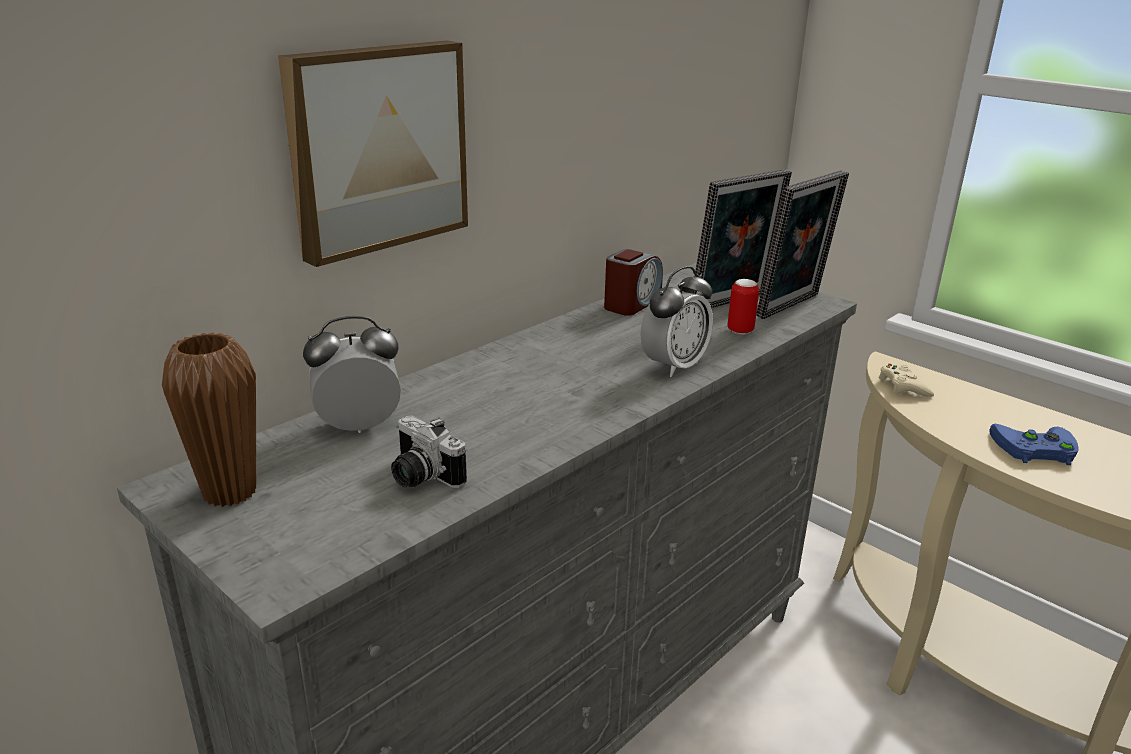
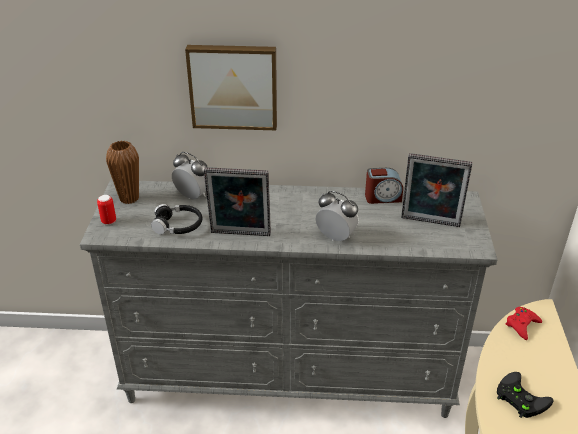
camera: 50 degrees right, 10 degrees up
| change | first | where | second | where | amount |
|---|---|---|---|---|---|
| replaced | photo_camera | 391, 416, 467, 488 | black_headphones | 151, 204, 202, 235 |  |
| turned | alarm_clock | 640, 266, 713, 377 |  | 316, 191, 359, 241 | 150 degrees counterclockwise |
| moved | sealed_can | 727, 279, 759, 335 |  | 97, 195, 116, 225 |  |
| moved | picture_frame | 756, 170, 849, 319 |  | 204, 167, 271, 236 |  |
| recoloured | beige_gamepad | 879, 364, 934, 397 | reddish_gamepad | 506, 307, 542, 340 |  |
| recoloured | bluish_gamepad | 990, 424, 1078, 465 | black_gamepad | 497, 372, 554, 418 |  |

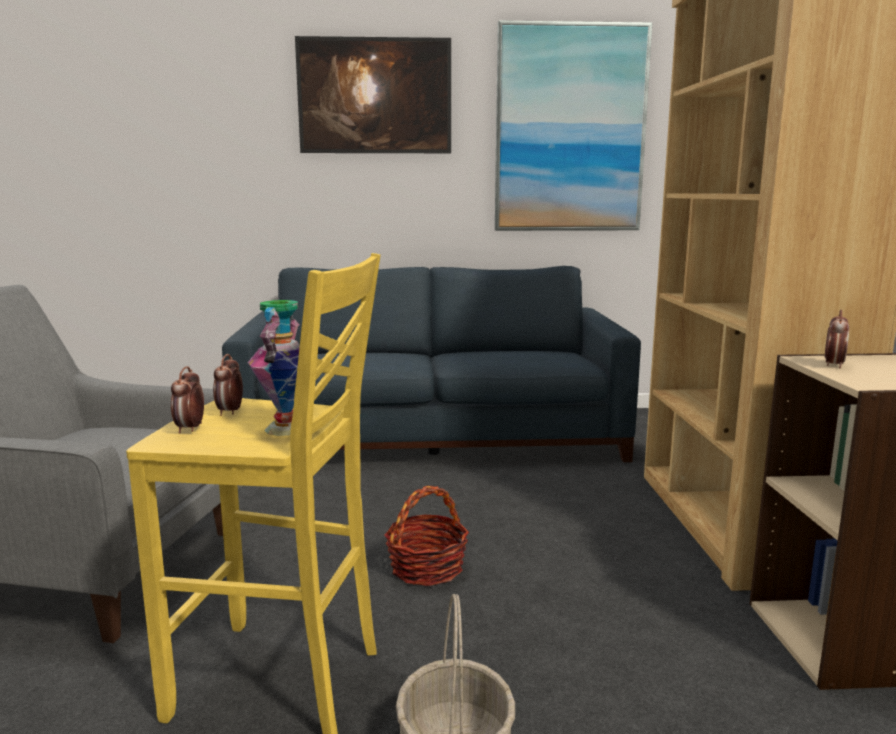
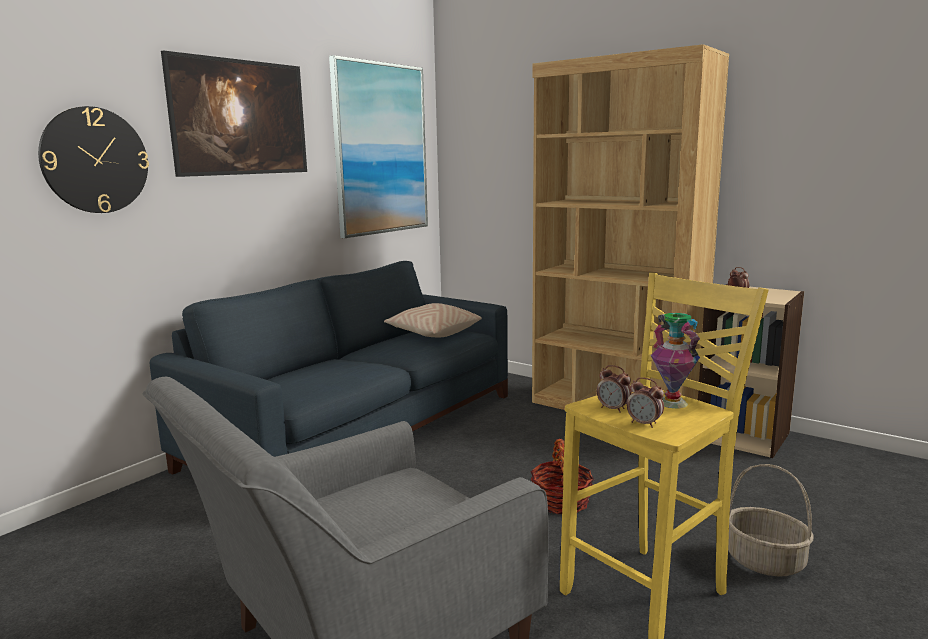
camera: 50 degrees left, 0 degrees up
| change | first | where | second | where | amount |
|---|---|---|---|---|---|
| added |  |  | hanging_clock | 38, 106, 149, 213 |  |
| added |  |  | beige_throw_pillow | 384, 303, 482, 337 |  |

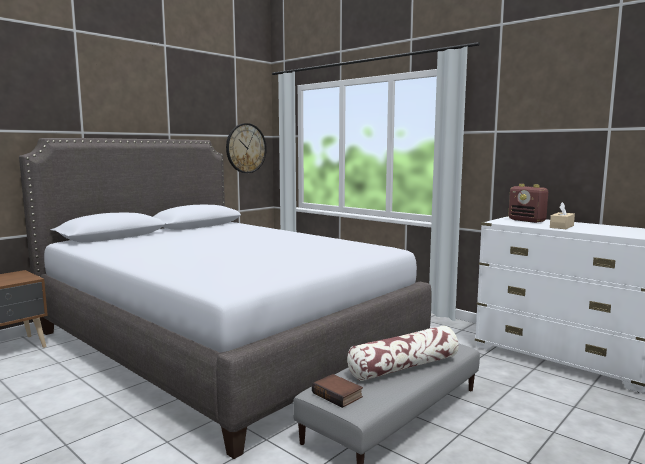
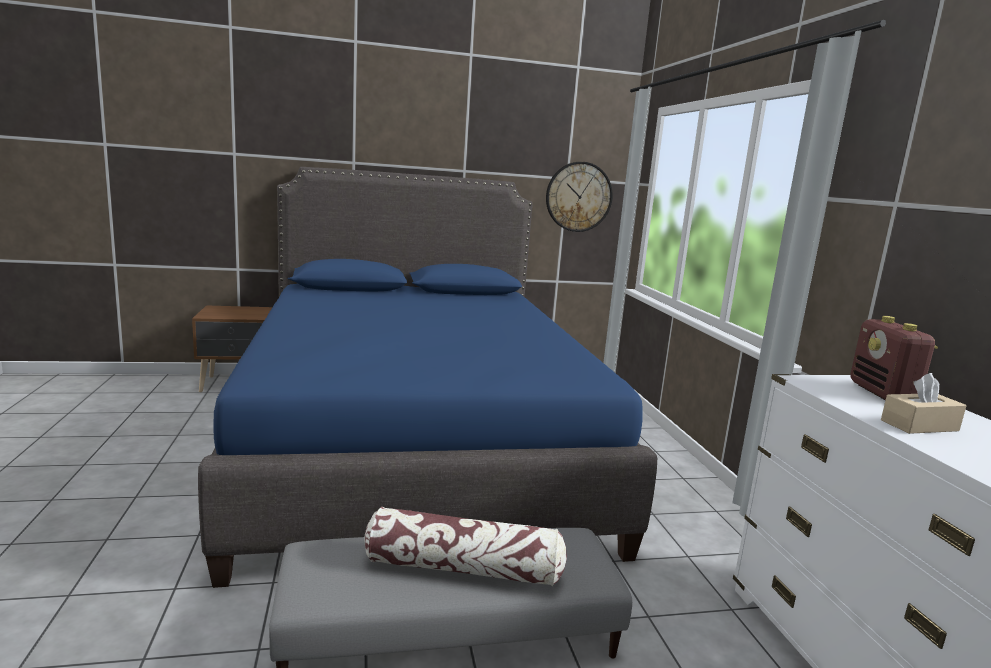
camera: 35 degrees right, 5 degrees up
| change | first | where | second | where | amount |
|---|---|---|---|---|---|
| recoloured | gray_bedroom_bed | 19, 138, 432, 459 | bluish_bedroom_bed | 198, 167, 657, 588 |  |
| removed | book | 312, 374, 363, 408 |  |  |  |

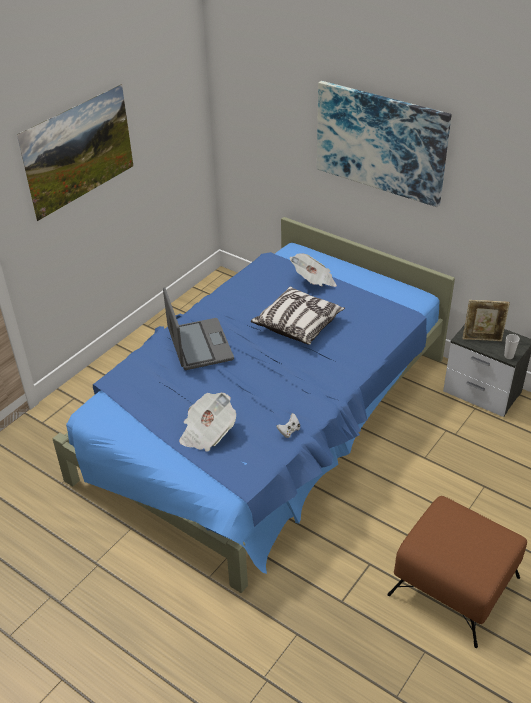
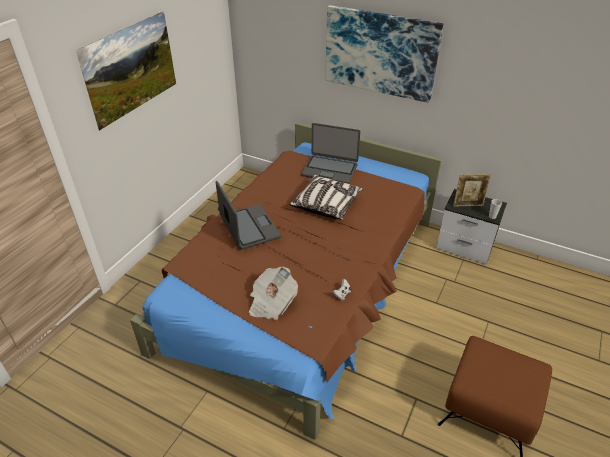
camera: 10 degrees left, 0 degrees up
| change | first | where | second | where | amount |
|---|---|---|---|---|---|
| recoloured | bluish_bedroom_bed | 52, 217, 455, 593 | brown-coloured_bedroom_bed | 130, 122, 442, 440 |  |
| replaced | printed_paper | 290, 253, 337, 287 | portable_computer | 301, 123, 360, 184 |  |

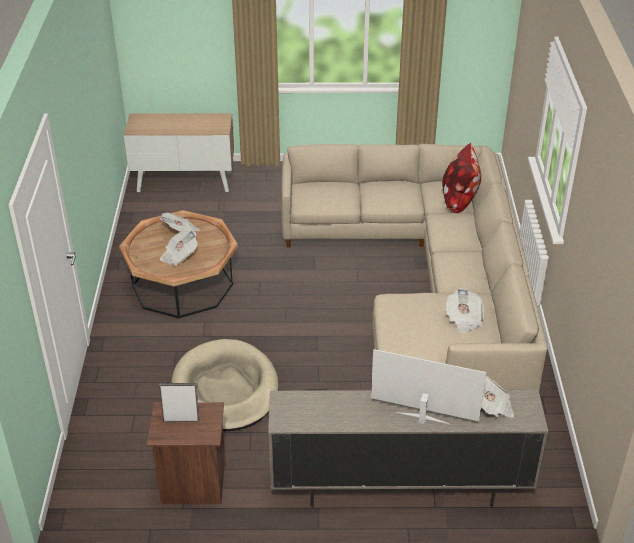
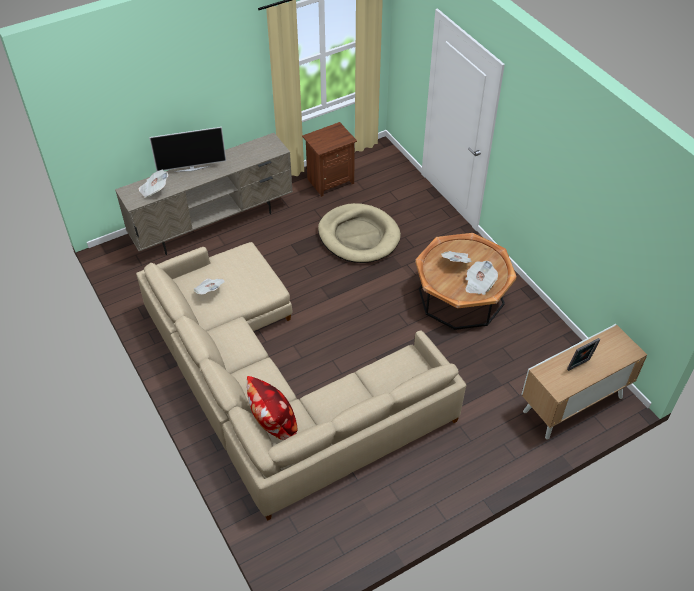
camera: 150 degrees right, 10 degrees up
| change | first | where | second | where | amount |
|---|---|---|---|---|---|
| moved | picture_frame | 159, 383, 199, 422 |  | 567, 338, 600, 371 |  |

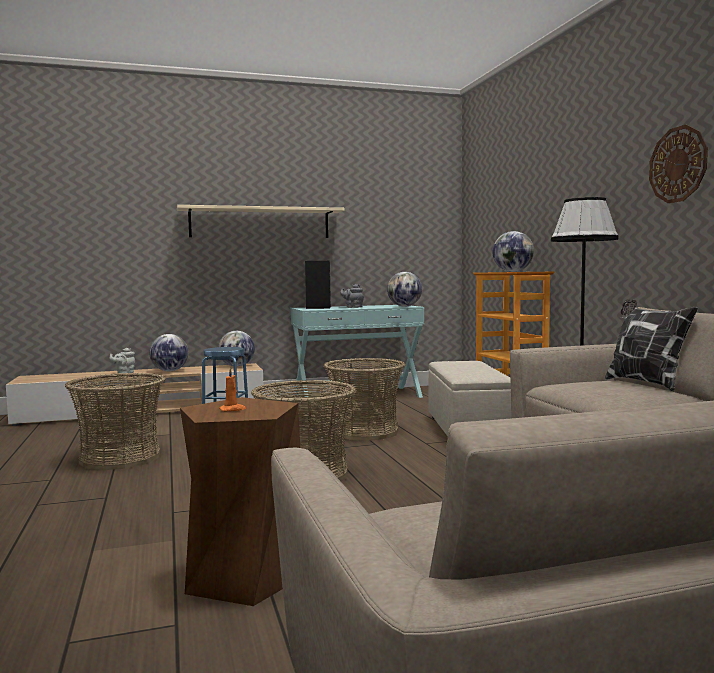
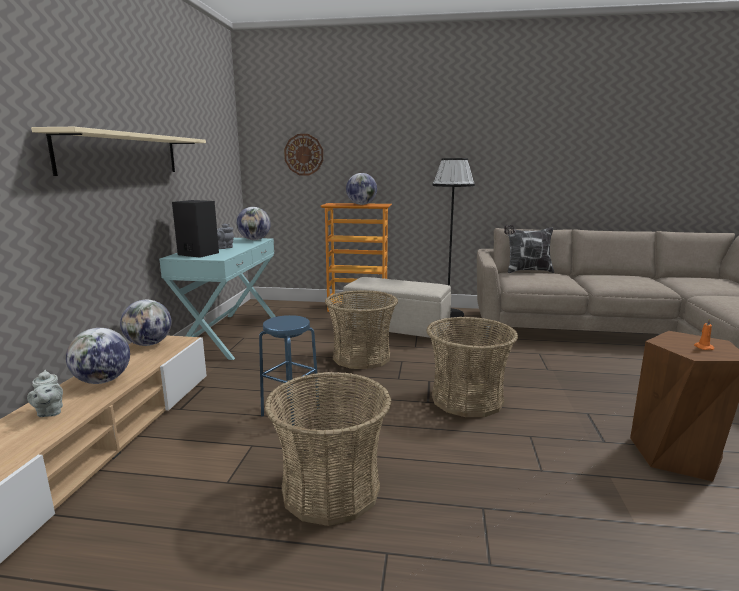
camera: 65 degrees left, 10 degrees up
| change | first | where | second | where | amount |
|---|---|---|---|---|---|
| moved | hanging_clock | 649, 125, 708, 203 |  | 284, 134, 323, 175 |  |

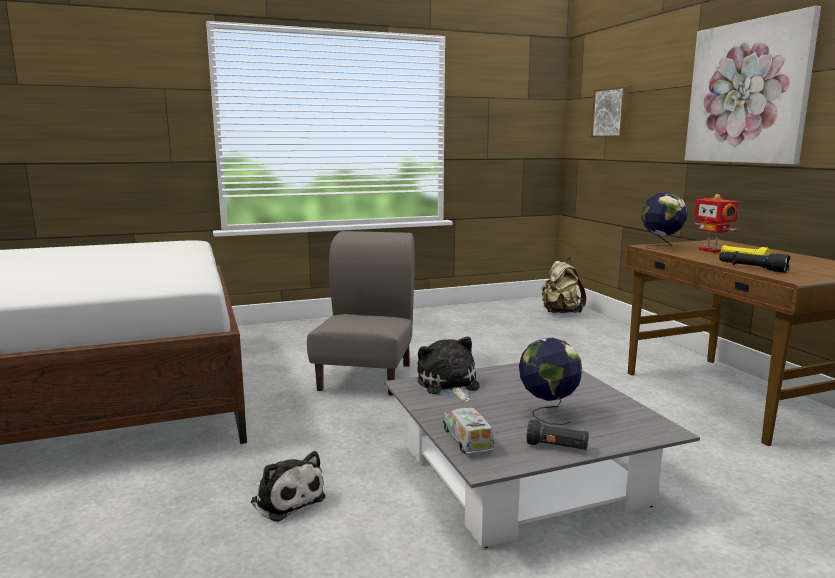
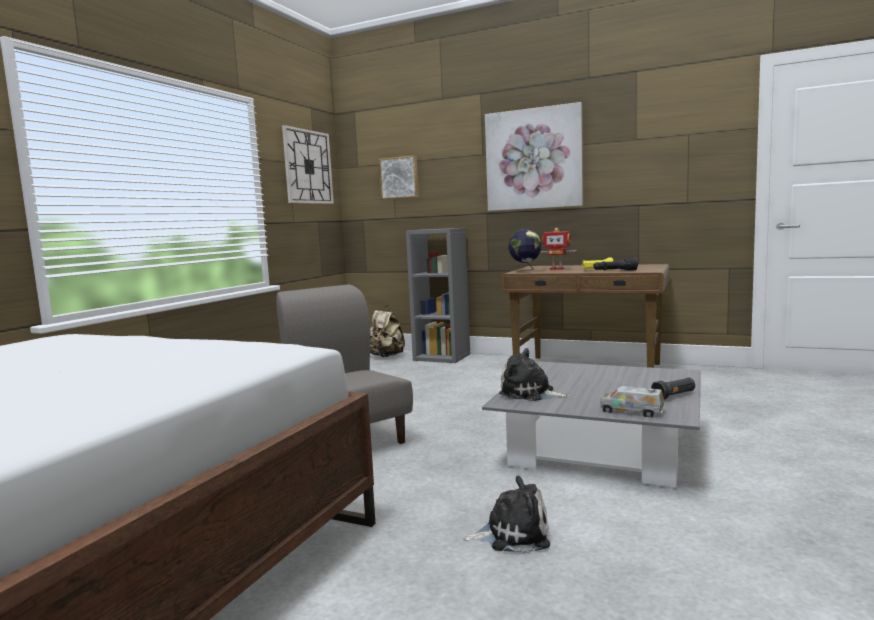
camera: 45 degrees left, 5 degrees down
| change | first | where | second | where | amount |
|---|---|---|---|---|---|
| removed | desk_globe | 519, 338, 583, 425 |  |  |  |
| added |  |  | hanging_clock | 282, 125, 334, 204 |  |
| added |  |  | gray_bookcase | 406, 228, 470, 363 |  |

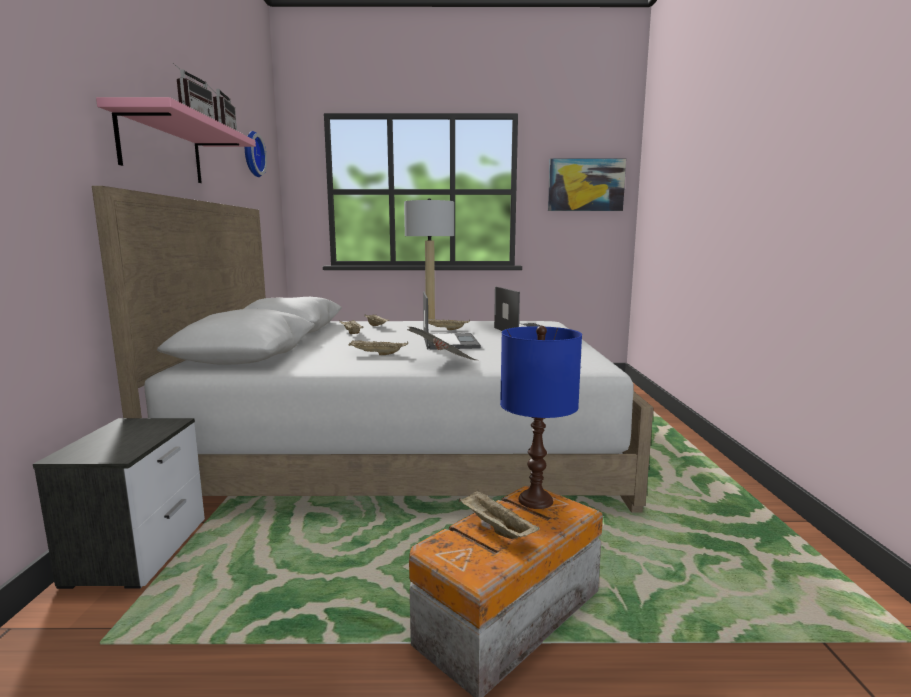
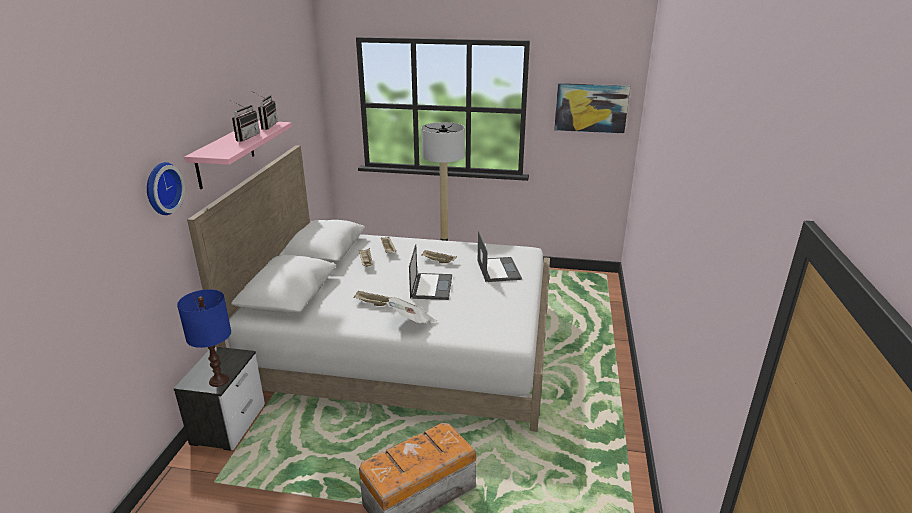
camera: 10 degrees right, 15 degrees up
| change | first | where | second | where | amount |
|---|---|---|---|---|---|
| moved | hanging_clock | 245, 131, 267, 177 |  | 147, 162, 185, 215 |  |
| removed | beige_serving_tray | 459, 490, 540, 539 |  |  |  |
| moved | bluish_table_lamp | 500, 326, 582, 509 |  | 177, 289, 231, 387 |  |

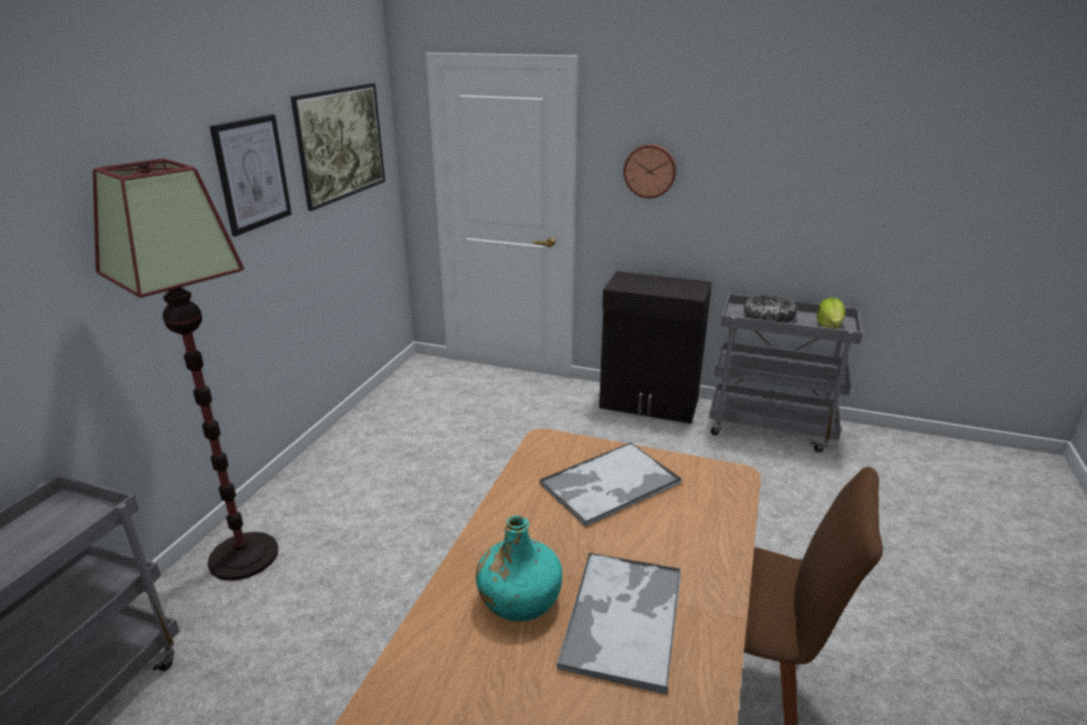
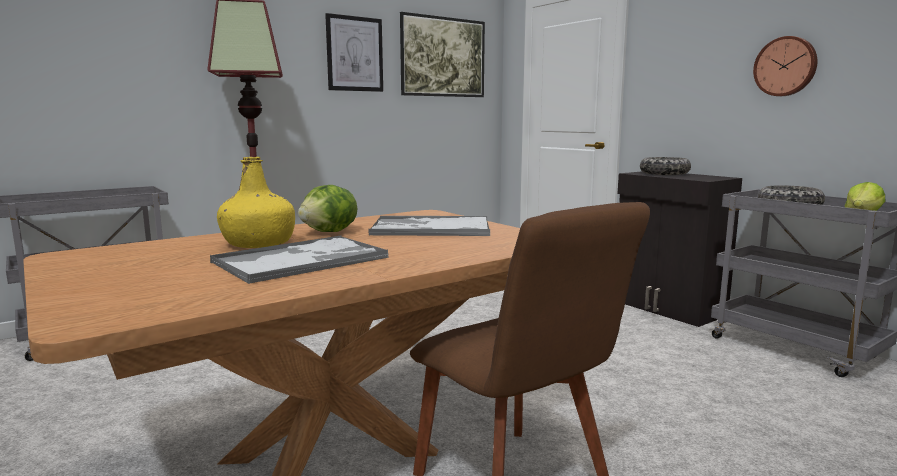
camera: 35 degrees right, 15 degrees down
| change | first | where | second | where | amount |
|---|---|---|---|---|---|
| recoloured | turquoise_bottle | 476, 515, 562, 621 | yellow-coloured_bottle | 217, 157, 295, 248 |  |
| moved | hanging_clock | 624, 144, 676, 198 |  | 753, 36, 817, 96 |  |
| added |  |  | lettuce_head | 298, 185, 358, 232 |  |
| added |  |  | serving_bowl | 640, 157, 691, 175 |  |

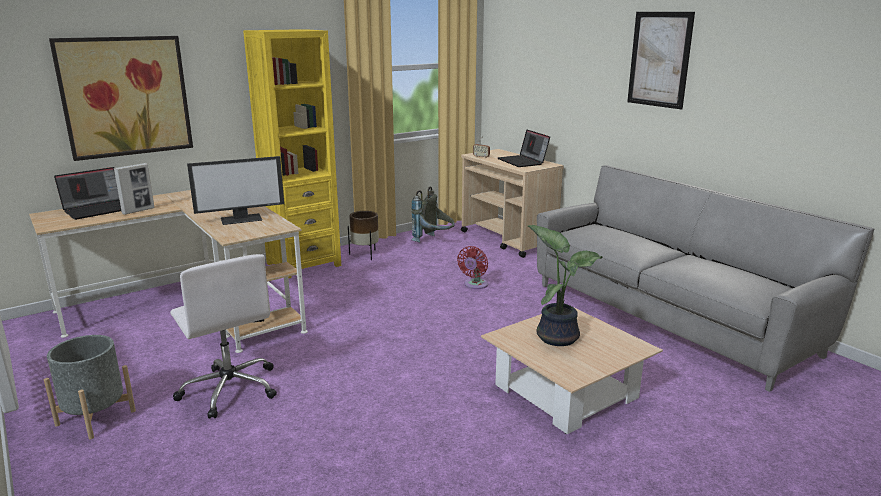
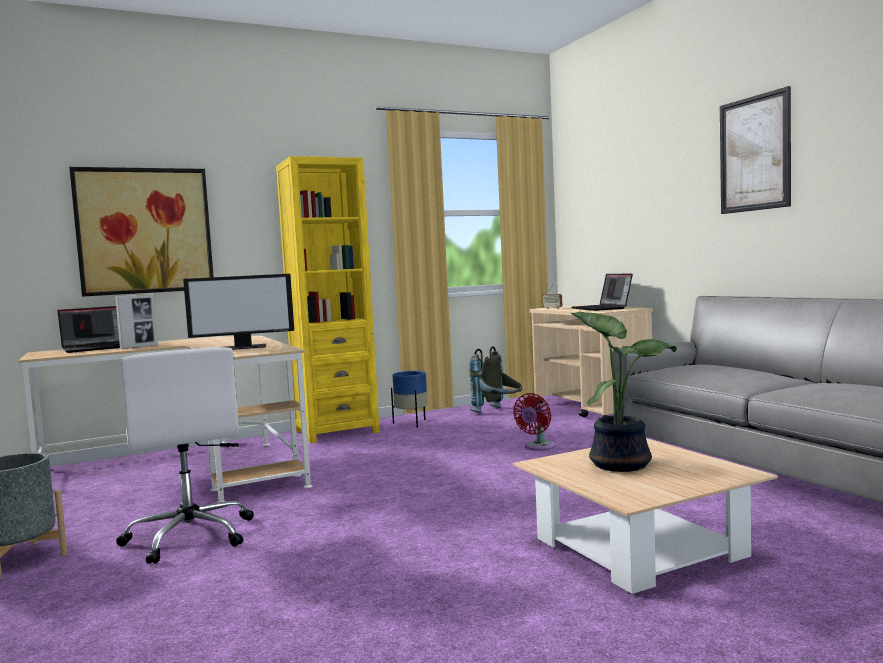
camera: 10 degrees right, 15 degrees down
| change | first | where | second | where | amount |
|---|---|---|---|---|---|
| recoloured | brown-coloured_plant_pot | 348, 211, 379, 260 | bluish_plant_pot | 391, 371, 428, 428 |  |

